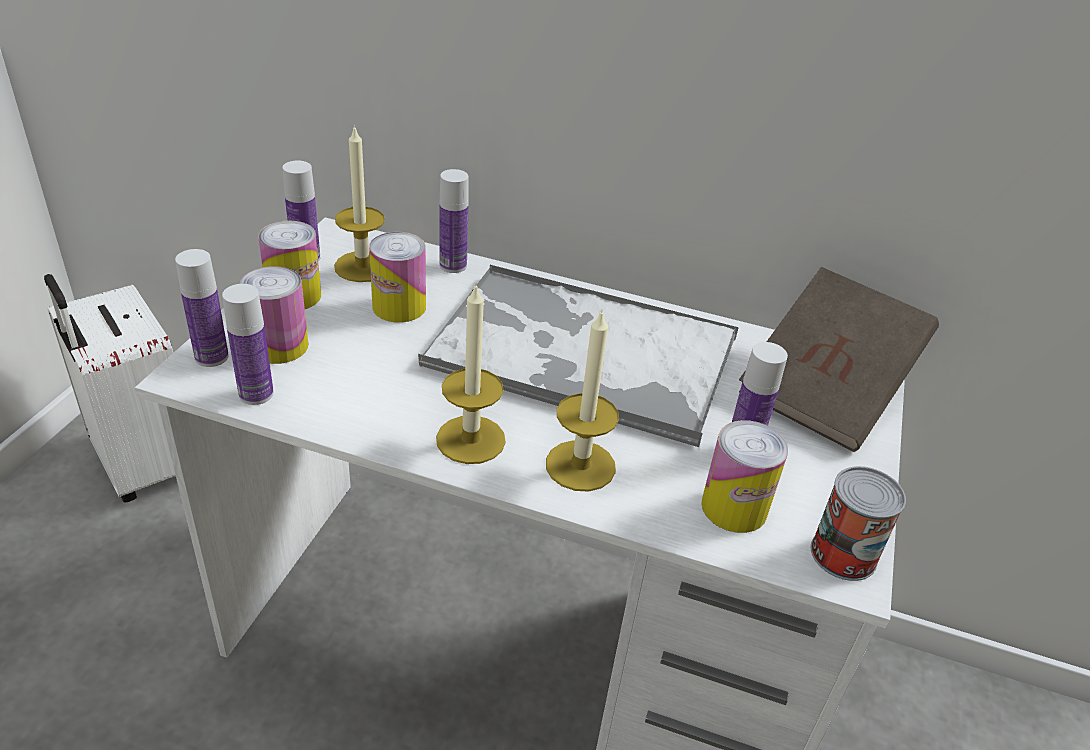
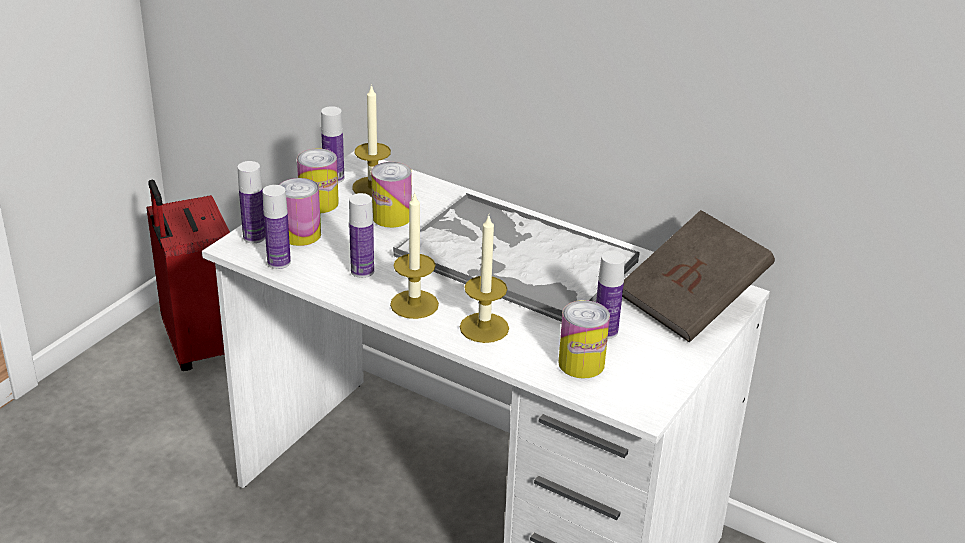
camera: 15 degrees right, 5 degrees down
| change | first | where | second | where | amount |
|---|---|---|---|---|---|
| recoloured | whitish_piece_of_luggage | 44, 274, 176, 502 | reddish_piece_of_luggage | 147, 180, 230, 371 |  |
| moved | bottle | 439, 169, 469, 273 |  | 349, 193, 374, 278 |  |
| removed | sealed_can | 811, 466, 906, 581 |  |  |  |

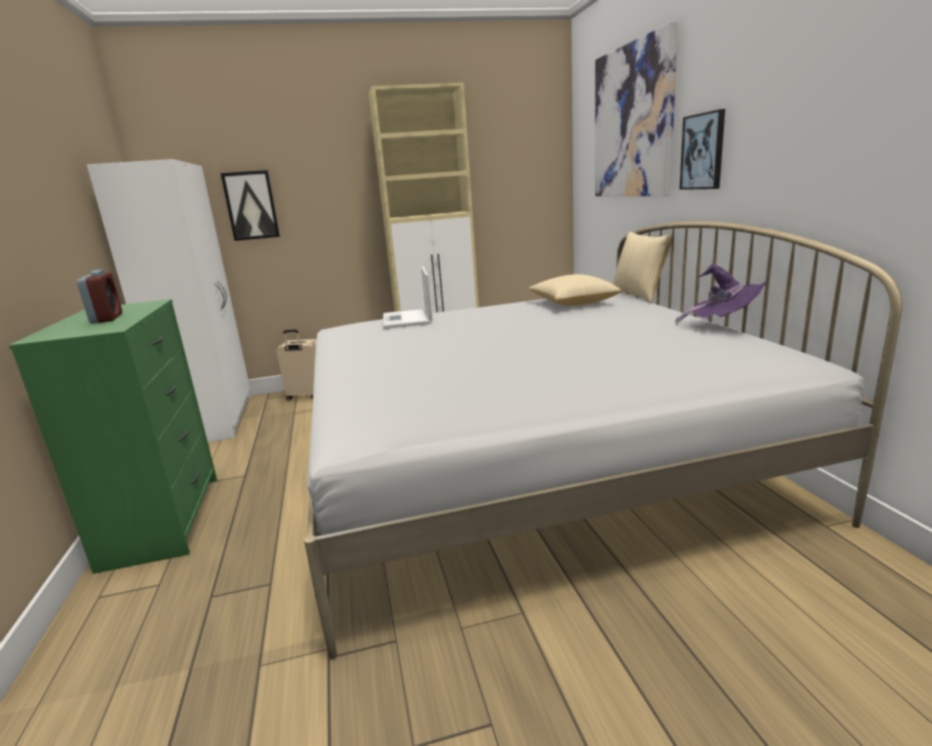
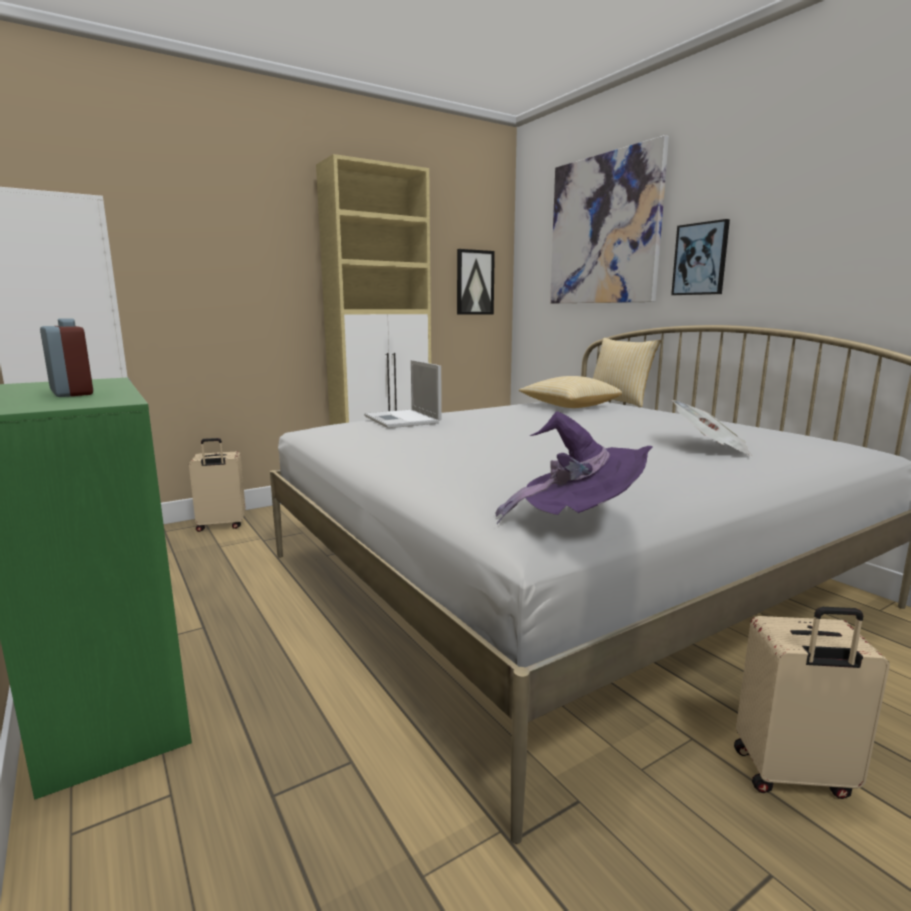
camera: 20 degrees left, 5 degrees down
| change | first | where | second | where | amount |
|---|---|---|---|---|---|
| moved | wall_picture | 220, 170, 280, 241 |  | 457, 249, 495, 315 |  |
| moved | purple-coloured_wearable_hat | 675, 264, 768, 326 |  | 495, 411, 652, 524 |  |
| added |  |  | printed_paper | 672, 400, 753, 456 |  |
| added |  |  | beige_piece_of_luggage | 734, 607, 890, 799 |  |

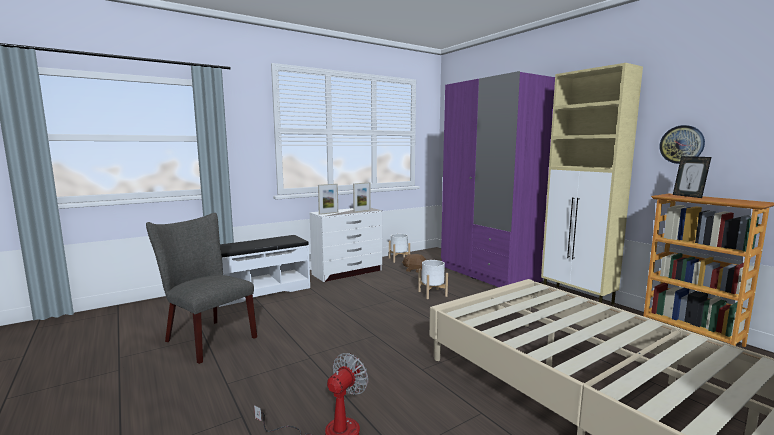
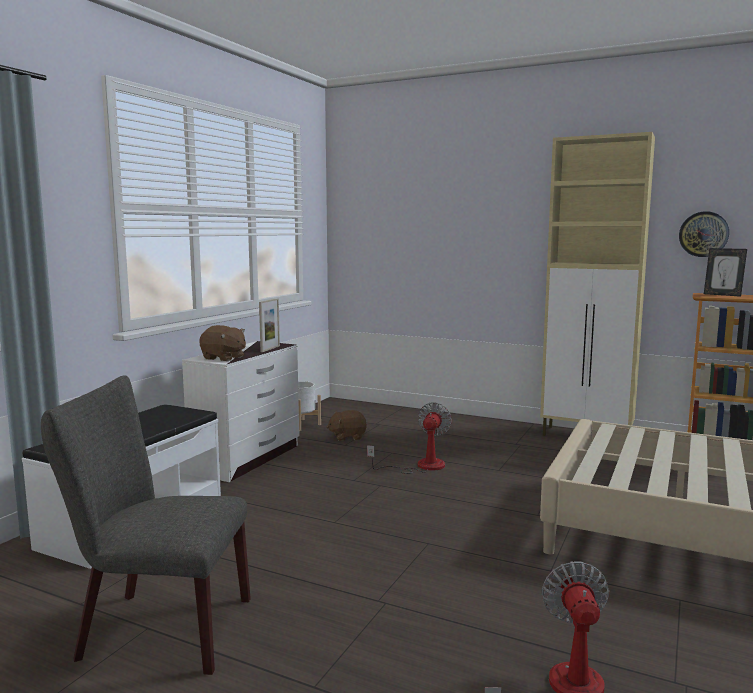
camera: 30 degrees left, 0 degrees up
| change | first | where | second | where | amount |
|---|---|---|---|---|---|
| replaced | picture_frame | 318, 184, 338, 215 | brown-coloured_plush_toy | 199, 325, 246, 361 |  |
| replaced | whitish_plant_pot | 418, 260, 448, 299 | cooling_fan | 367, 402, 452, 474 |  |
| removed | purple-coloured_armoire | 441, 71, 555, 287 |  |  |  |

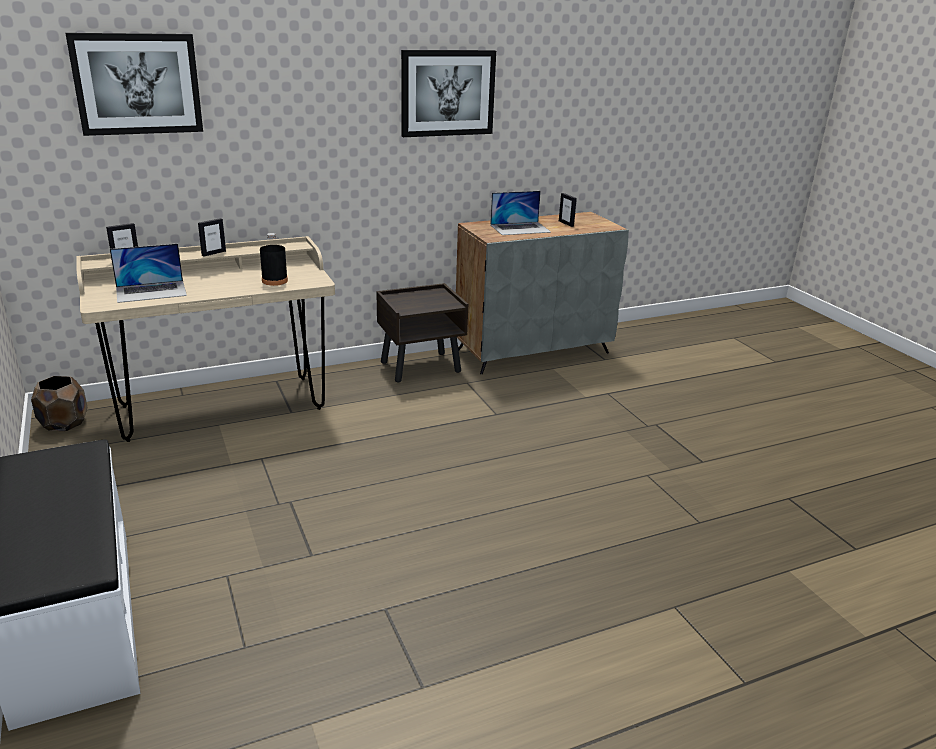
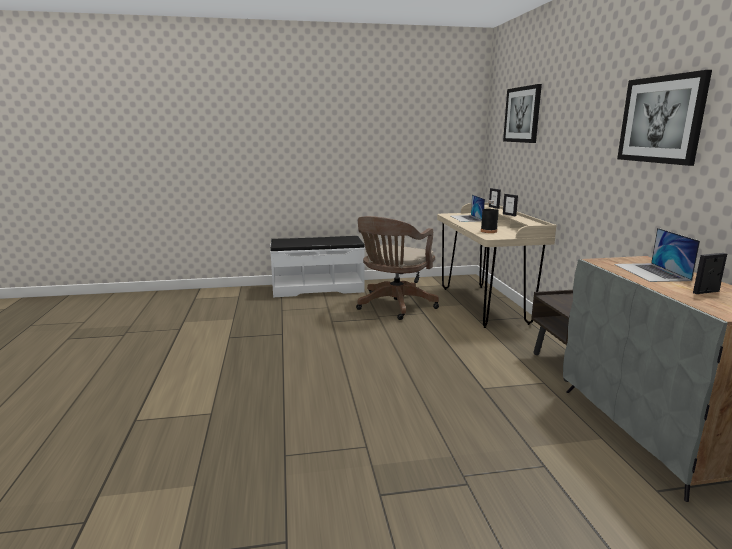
camera: 105 degrees right, 10 degrees down
| change | first | where | second | where | amount |
|---|---|---|---|---|---|
| removed | brown-coloured_plant_pot | 31, 376, 87, 431 |  |  |  |
| added |  |  | brown-coloured_computer_chair | 356, 216, 439, 320 |  |

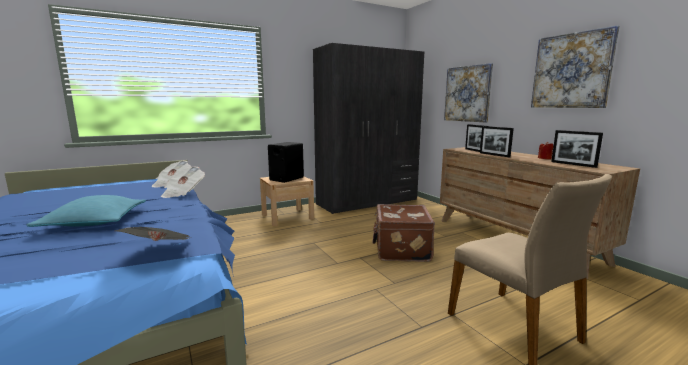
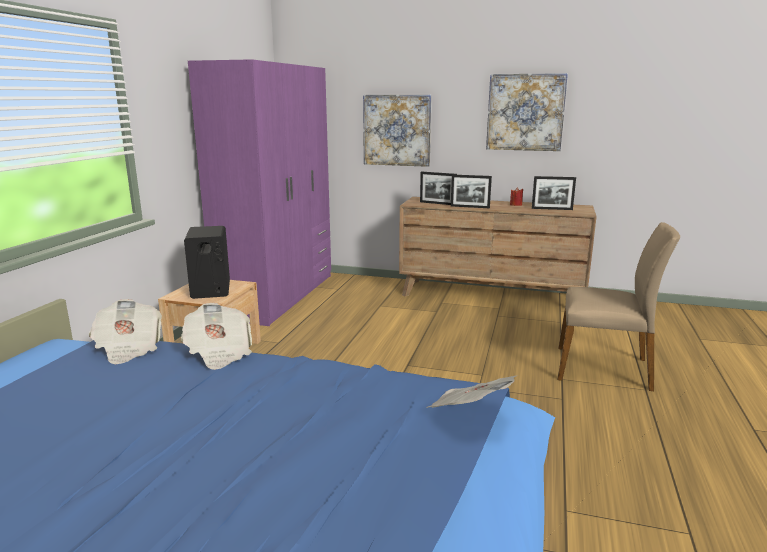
camera: 45 degrees left, 5 degrees up
| change | first | where | second | where | amount |
|---|---|---|---|---|---|
| removed | turquoise_throw_pillow | 27, 195, 146, 227 |  |  |  |
| recoloured | gray_armoire | 313, 43, 424, 214 | purple-coloured_armoire | 188, 59, 331, 326 |  |
| removed | brown-coloured_piece_of_luggage | 372, 204, 435, 262 |  |  |  |

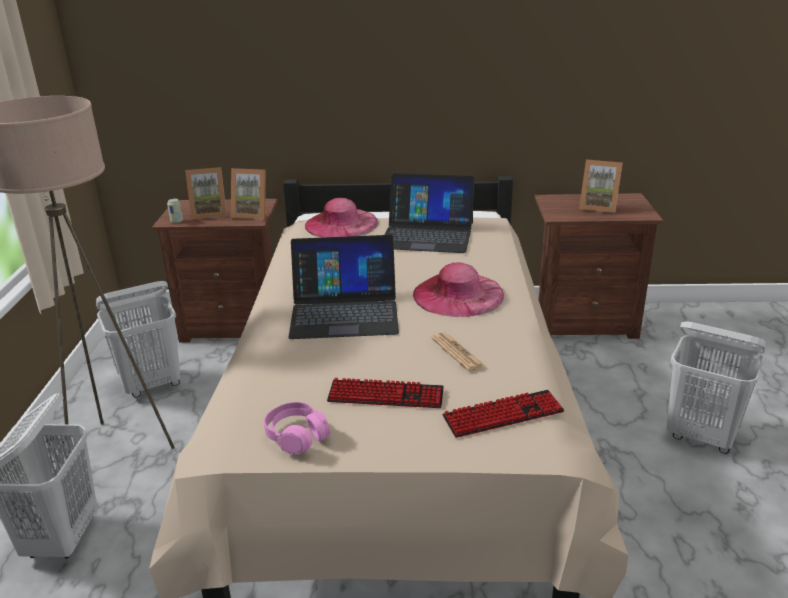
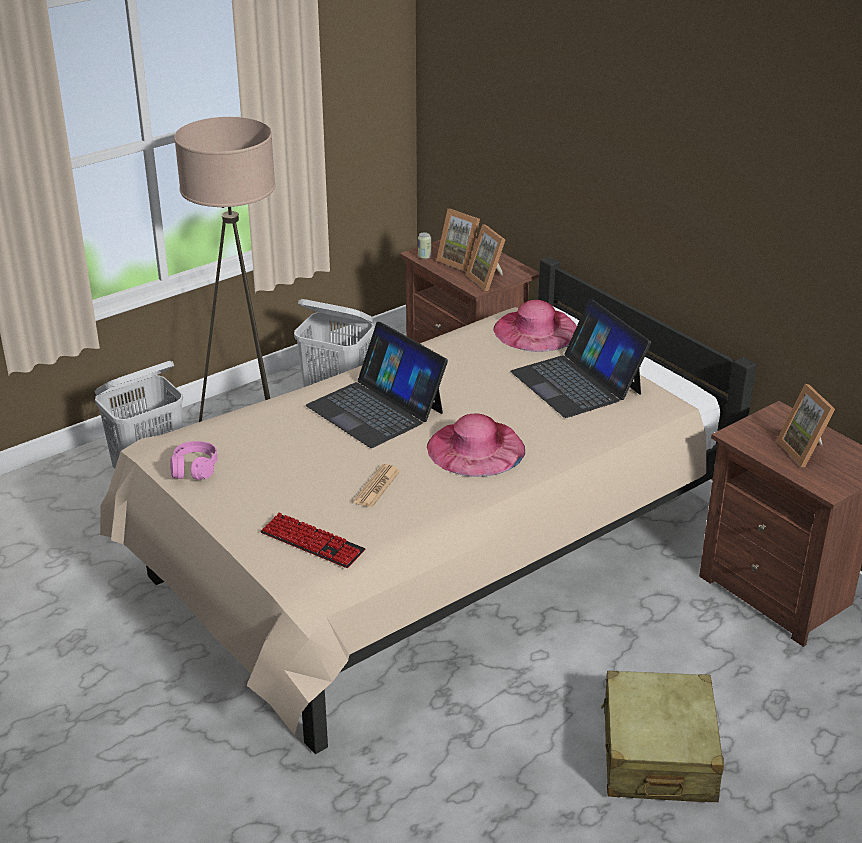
camera: 50 degrees right, 5 degrees up
| change | first | where | second | where | amount |
|---|---|---|---|---|---|
| removed | computer_keyboard | 327, 378, 444, 408 |  |  |  |
| replaced | whitish_washing_basket | 666, 321, 766, 454 | beige_piece_of_luggage | 601, 671, 724, 802 |  |

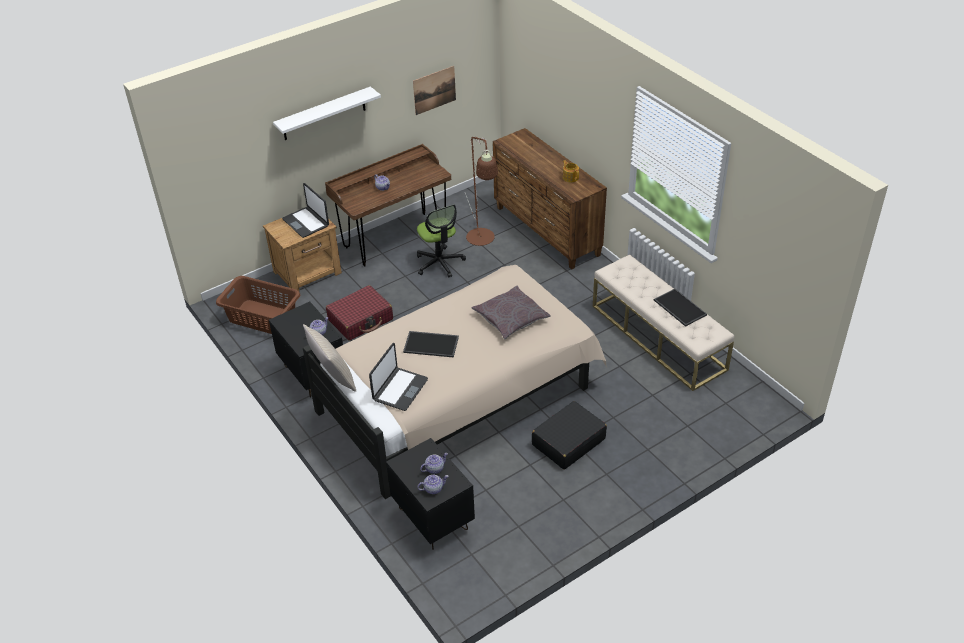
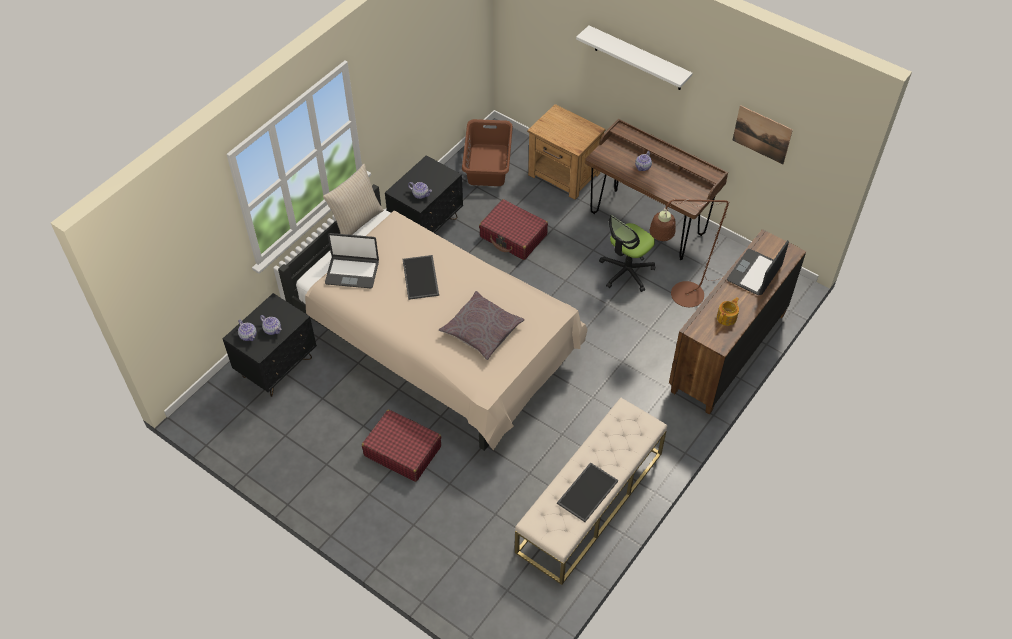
camera: 70 degrees right, 10 degrees up
| change | first | where | second | where | amount |
|---|---|---|---|---|---|
| moved | portable_computer | 282, 183, 329, 238 |  | 727, 240, 789, 295 |  |
| recoloured | black_piece_of_luggage | 532, 401, 607, 469 | reddish_piece_of_luggage | 362, 410, 441, 482 |  |

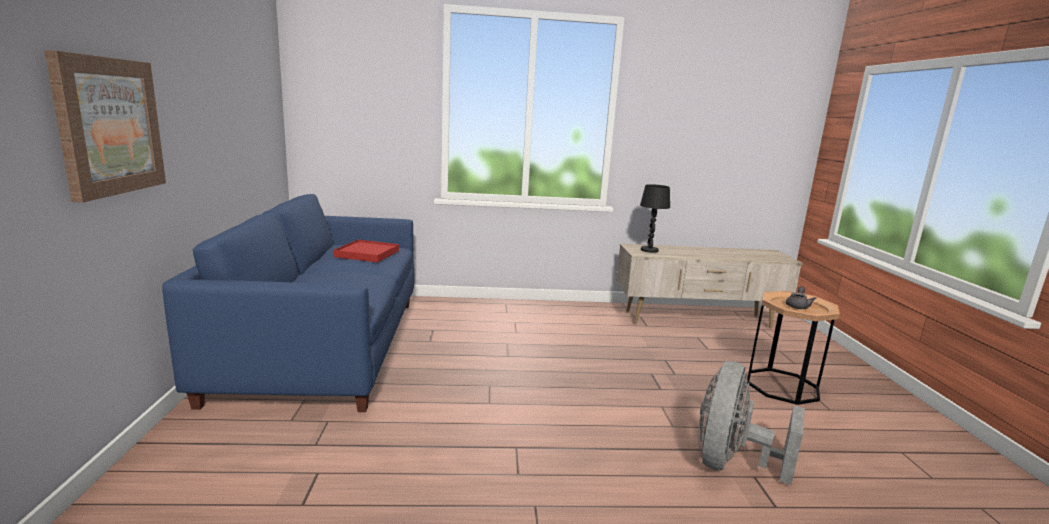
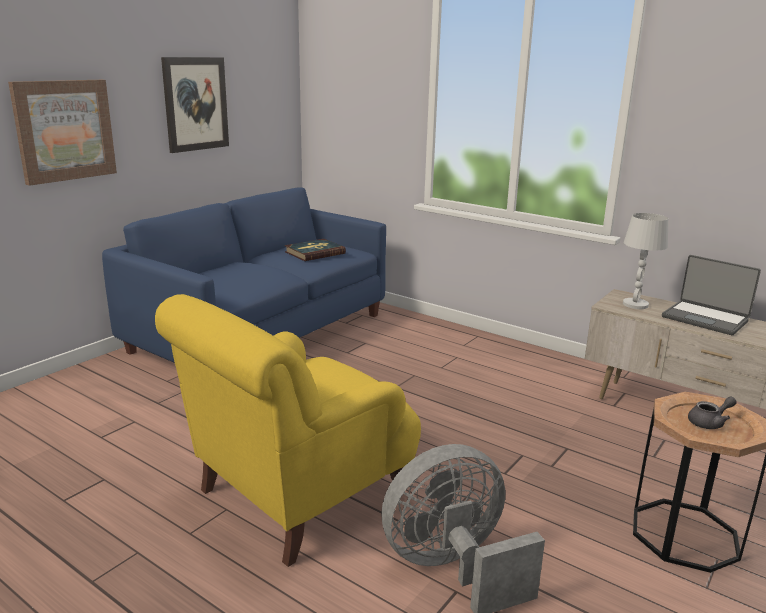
camera: 40 degrees right, 5 degrees up
| change | first | where | second | where | amount |
|---|---|---|---|---|---|
| replaced | reddish_serving_tray | 333, 240, 399, 262 | book | 285, 239, 346, 261 |  |
| recoloured | black_table_lamp | 640, 184, 670, 253 | whitish_table_lamp | 623, 213, 668, 309 |  |
| added |  |  | yellow-coloured_easy_chair | 155, 294, 421, 567 |  |
| added |  |  | wall_picture | 161, 57, 229, 153 |  |
| added |  |  | portable_computer | 662, 255, 761, 335 |  |

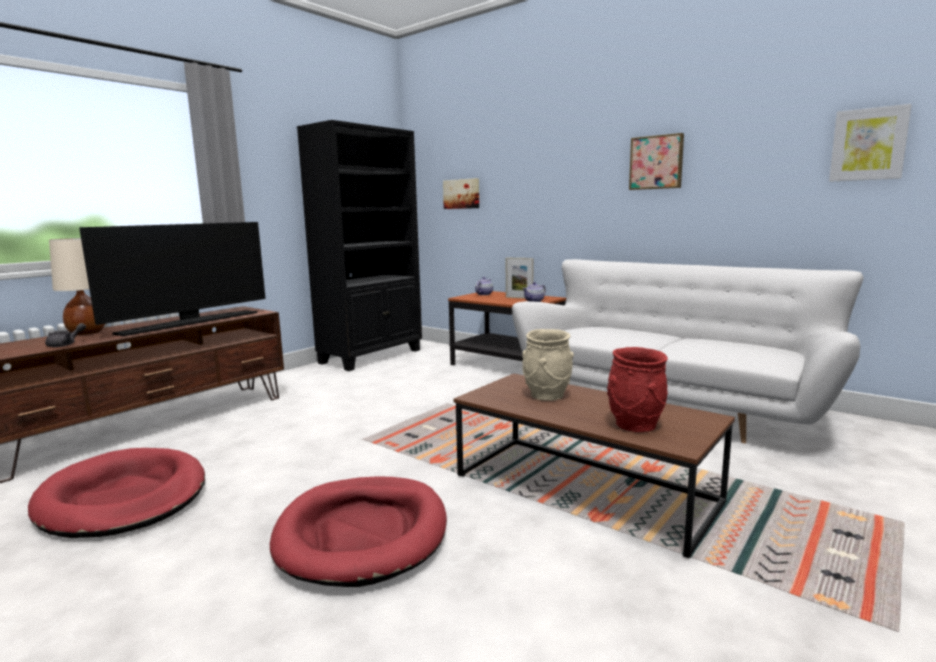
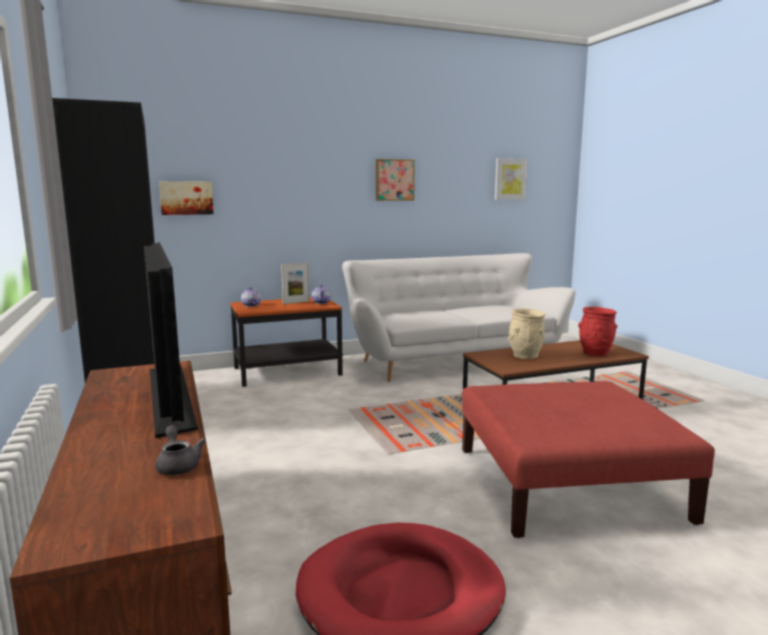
camera: 60 degrees left, 0 degrees up
| change | first | where | second | where | amount |
|---|---|---|---|---|---|
| removed | beige_table_lamp | 49, 238, 105, 335 |  |  |  |
| replaced | reddish_dog_cushion | 270, 476, 447, 587 | reddish_pouffe | 462, 381, 715, 538 |  |

